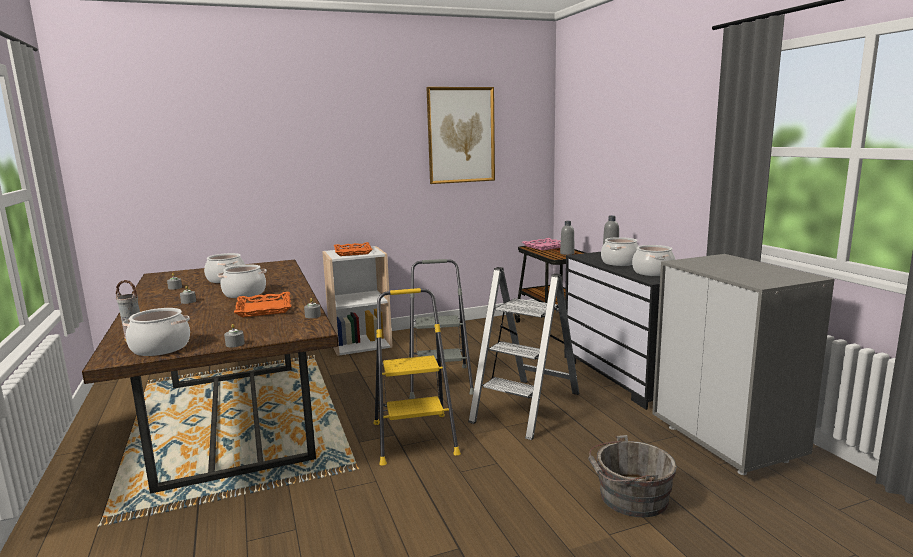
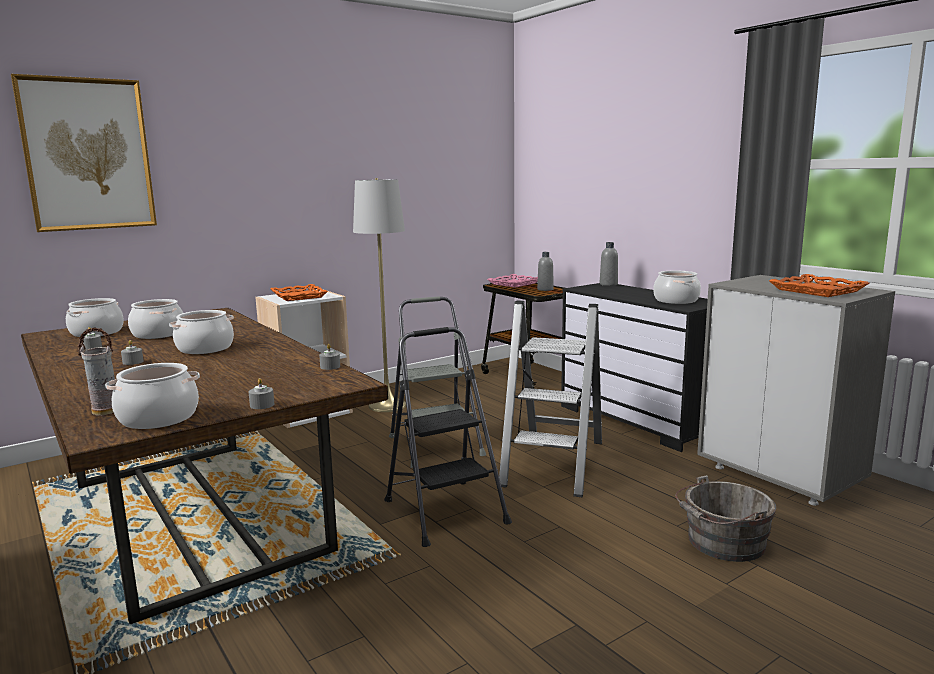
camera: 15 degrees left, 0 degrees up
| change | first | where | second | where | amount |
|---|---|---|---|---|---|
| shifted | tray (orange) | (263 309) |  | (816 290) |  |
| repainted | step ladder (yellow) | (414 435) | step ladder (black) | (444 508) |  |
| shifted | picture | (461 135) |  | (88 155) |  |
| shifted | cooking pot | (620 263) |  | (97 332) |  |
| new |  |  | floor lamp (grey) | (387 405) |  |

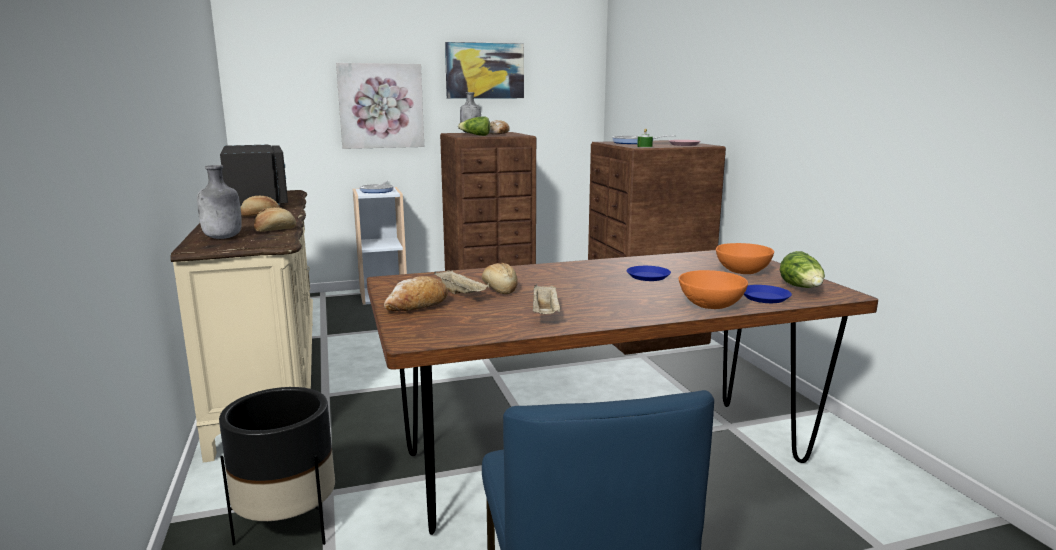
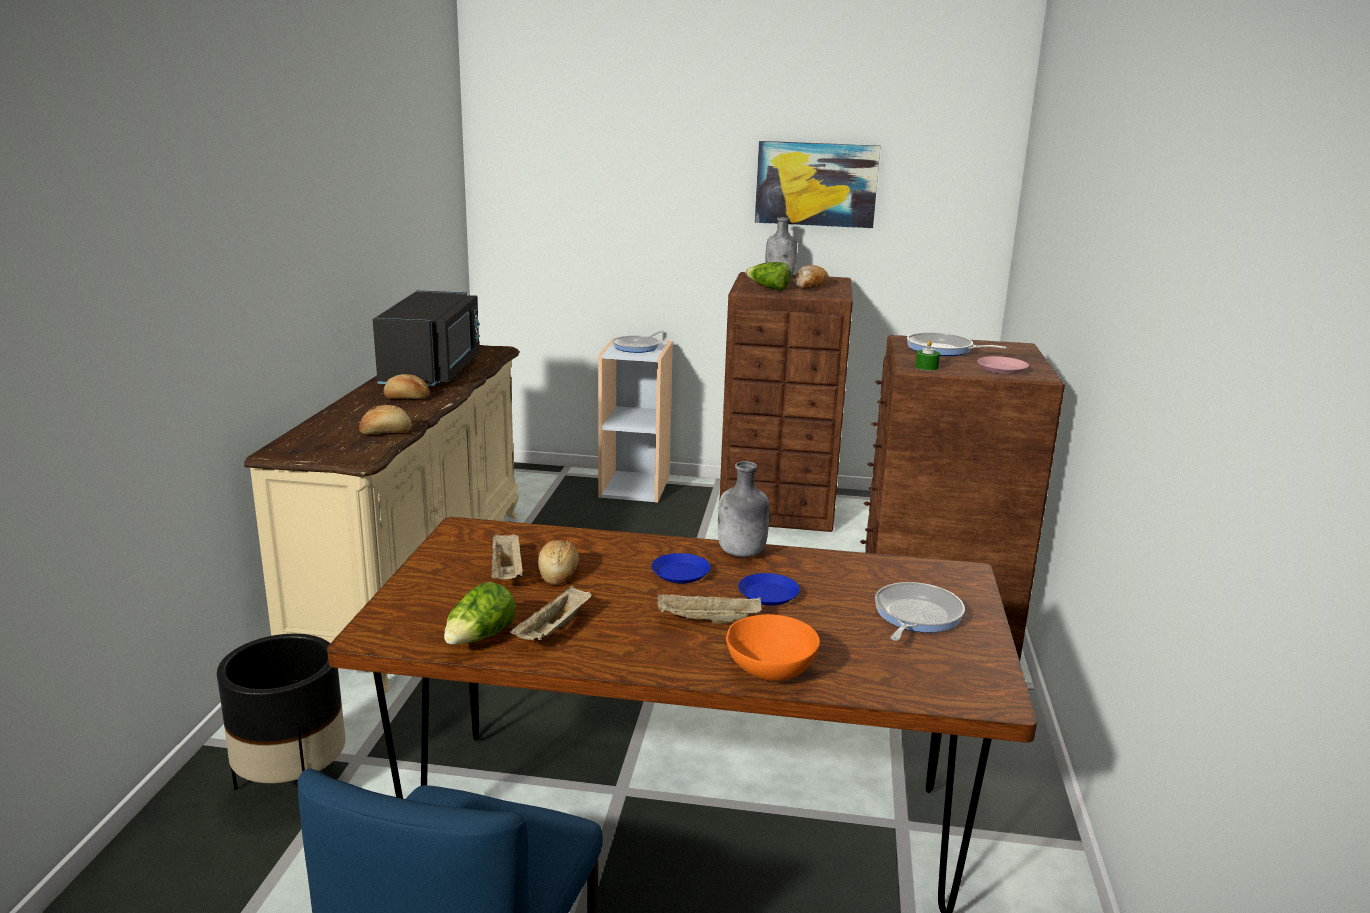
camera: 25 degrees right, 5 degrees up
| change | first | where | second | where | amount |
|---|---|---|---|---|---|
| shifted | bottle (grey) | (223 238) |  | (741 553) |  |
| gone | picture | (381 106) |  |  |  |
| gone | bread | (417 306) |  |  |  |
| swapped | bowl (orange) | (742 271) | frying pan | (915 616) |  |
| shifted | plate (blue) | (764 297) |  | (680 573) |  |
| shifted | lettuce | (802 288) |  | (480 638) |  |
| new |  |  | tray (beige) | (707 621) |  |

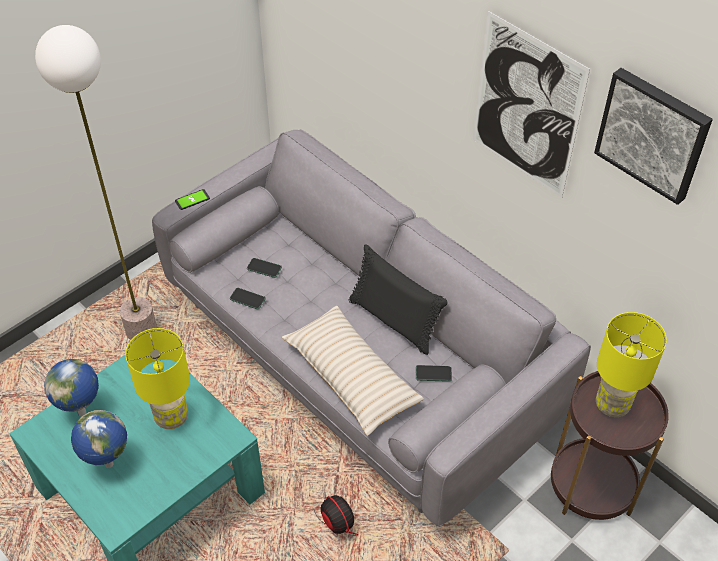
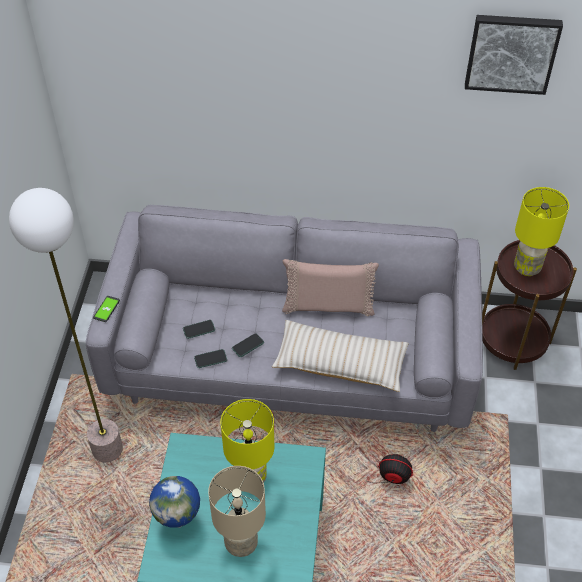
camera: 40 degrees left, 0 degrees up
| change | first | where | second | where | amount |
|---|---|---|---|---|---|
| swapped | globe | (108 465) | table lamp (beige) | (241 544) |  |
| repainted | pillow (black) | (394 320) | pillow (beige) | (328 306) |  |
| shifted | phone | (433 374) |  | (248 345) |  |
| gone | picture | (526 107) |  |  |  |

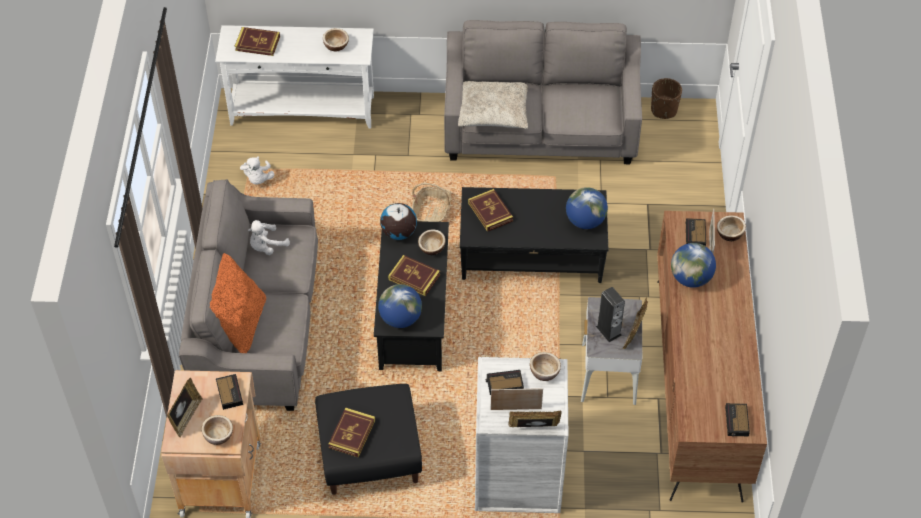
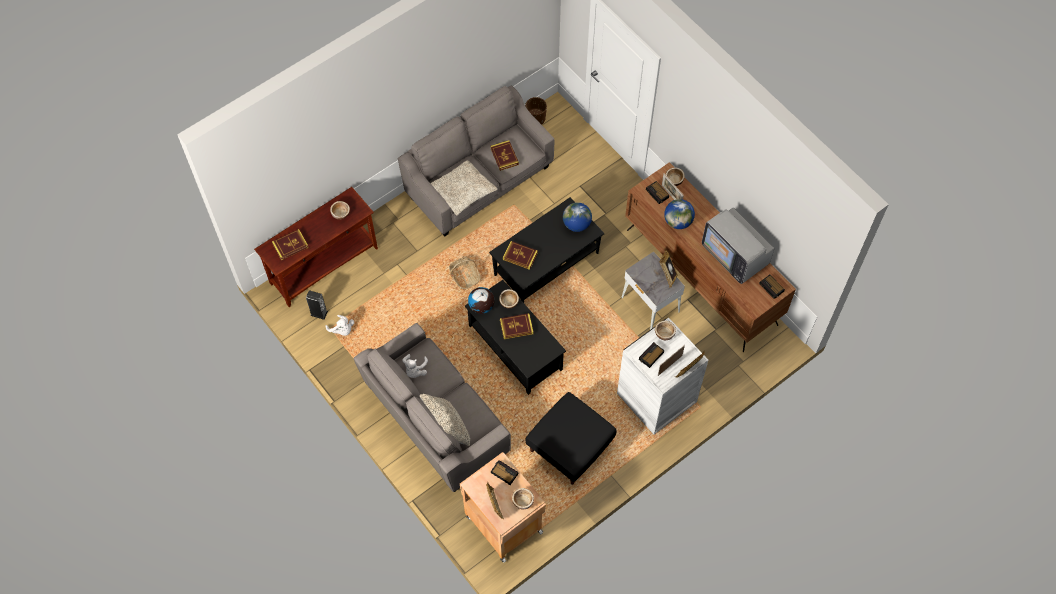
camera: 40 degrees left, 10 degrees up
| change | first | where | second | where | amount |
|---|---|---|---|---|---|
| repainted | pillow (orange) | (239 323) | pillow (beige) | (447 428) |  |
| repainted | console table (white) | (303 109) | console table (brown) | (324 265) |  |
| shifted | book | (352 434) |  | (504 156) |  |
| gone | globe | (400 318) |  |  |  |
| shifted | speaker | (608 330) |  | (319 313) |  |
| new |  |  | television | (734 255) |  |

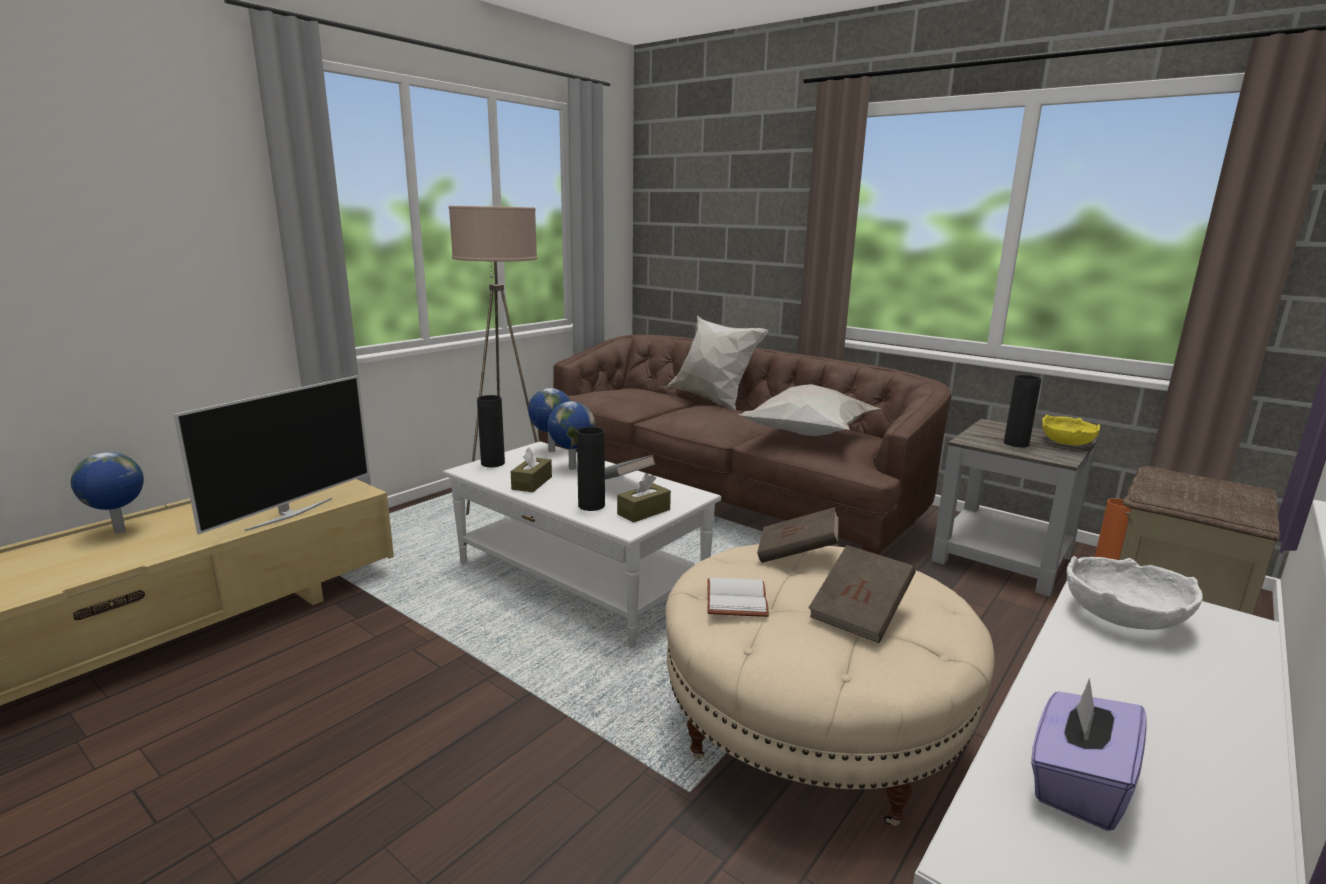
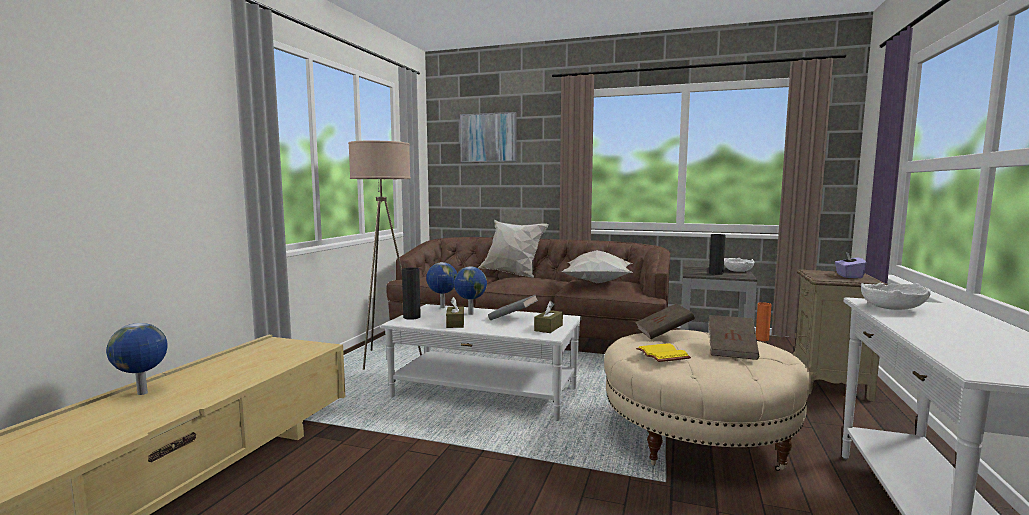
camera: 20 degrees left, 10 degrees down
| change | first | where | second | where | amount |
|---|---|---|---|---|---|
| gone | television | (289 514) |  |  |  |
| gone | vase (black) | (591 505) |  |  |  |
| repainted | book (white) | (738 600) | book (yellow) | (664 355) |  |
| shifted | tissue box (purple) | (1077 783) |  | (848 276) |  |
| repainted | bowl (yellow) | (1067 442) | bowl (white) | (738 271) |  |
| new |  |  | picture | (488 138) |  |

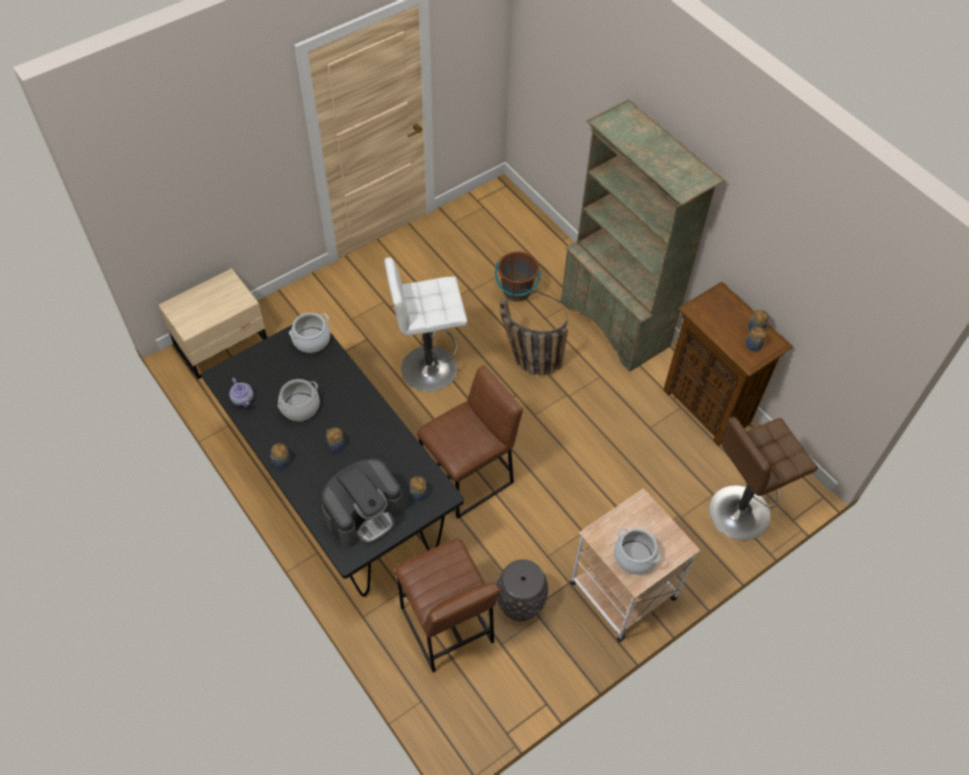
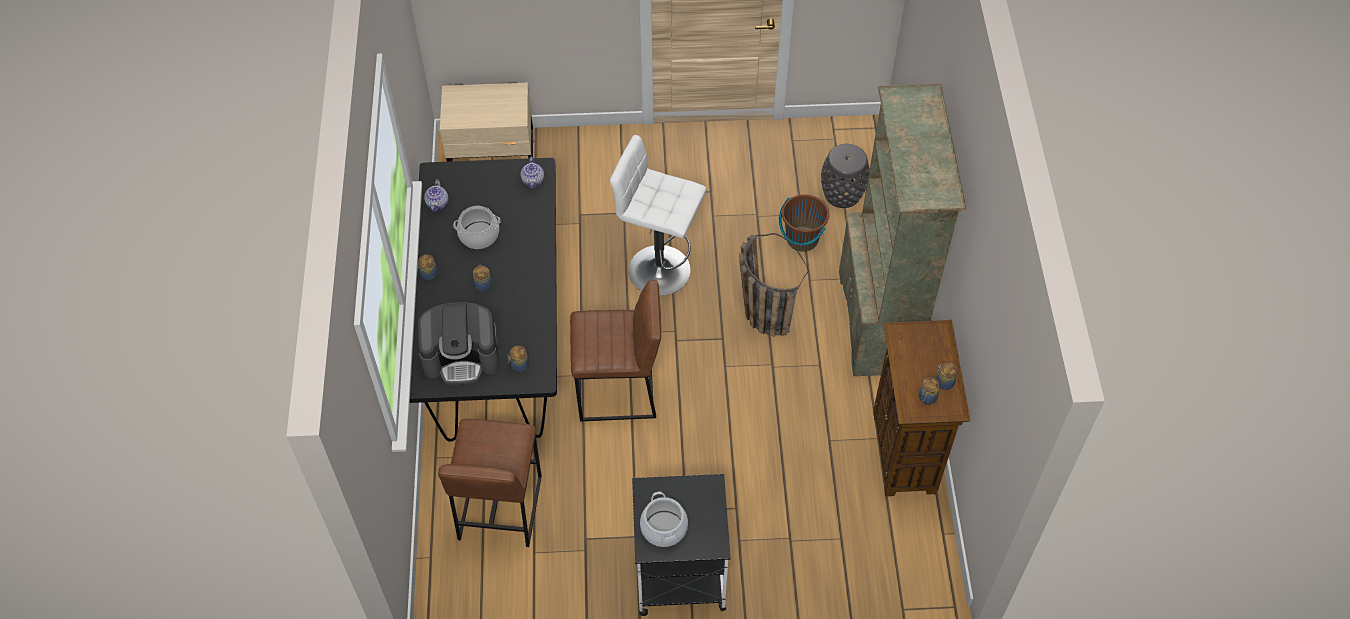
camera: 35 degrees right, 0 degrees up
| change | first | where | second | where | amount |
|---|---|---|---|---|---|
| swapped | cooking pot | (311 340) | teapot | (533 181) |  |
| shifted | stool (grey) | (520 603) |  | (842 194) |  |
| repainted | cart (beige) | (622 592) | cart (black) | (678 574) |  |
| gone | stool (brown) | (738 512) |  |  |  |

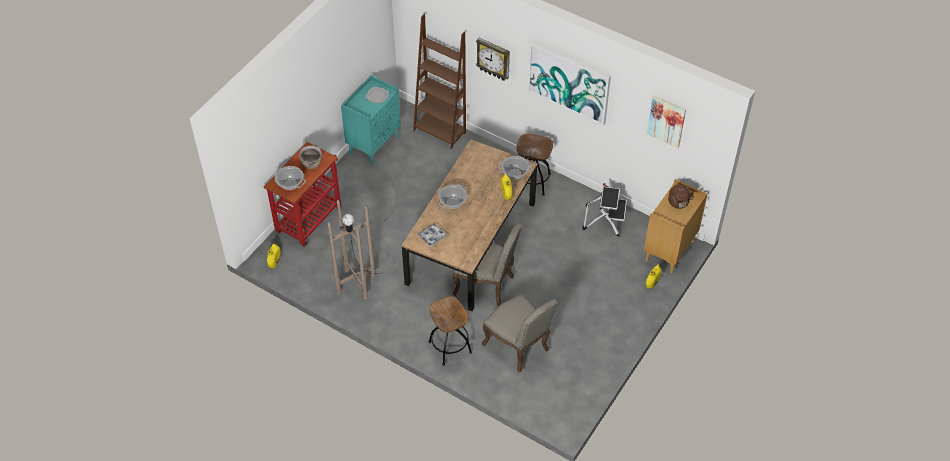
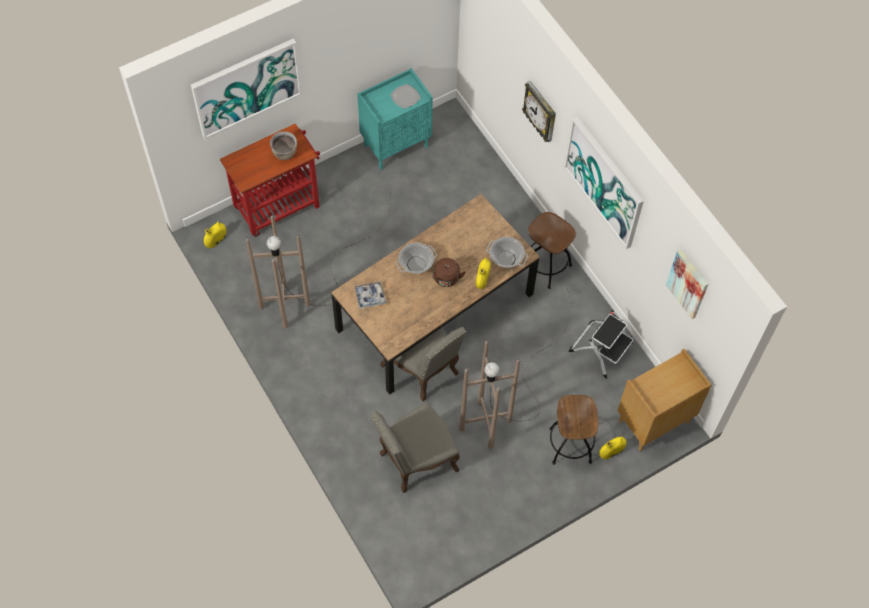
camera: 25 degrees right, 10 degrees up
| change | first | where | second | where | amount |
|---|---|---|---|---|---|
| gone | cooking pot | (290 184) |  |  |  |
| gone | bookcase (brown) | (439 131) |  |  |  |
| shifted | stool (brown) | (450 347) |  | (570 445) |  |
| rotated | chair (grey) | (518 347) |  | (415 460) | 75 degrees clockwise |
| shifted | kettle (brown) | (679 203) |  | (446 279) |  |
| new |  |  | picture | (247 87) |  |
| new |  |  | floor lamp (brown) | (512 396) |  |

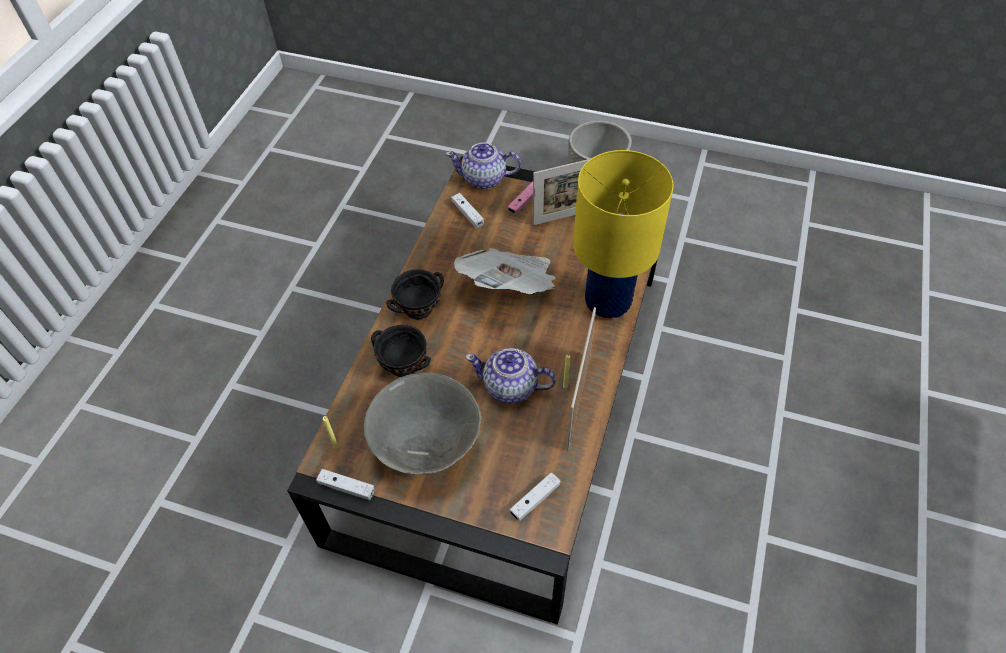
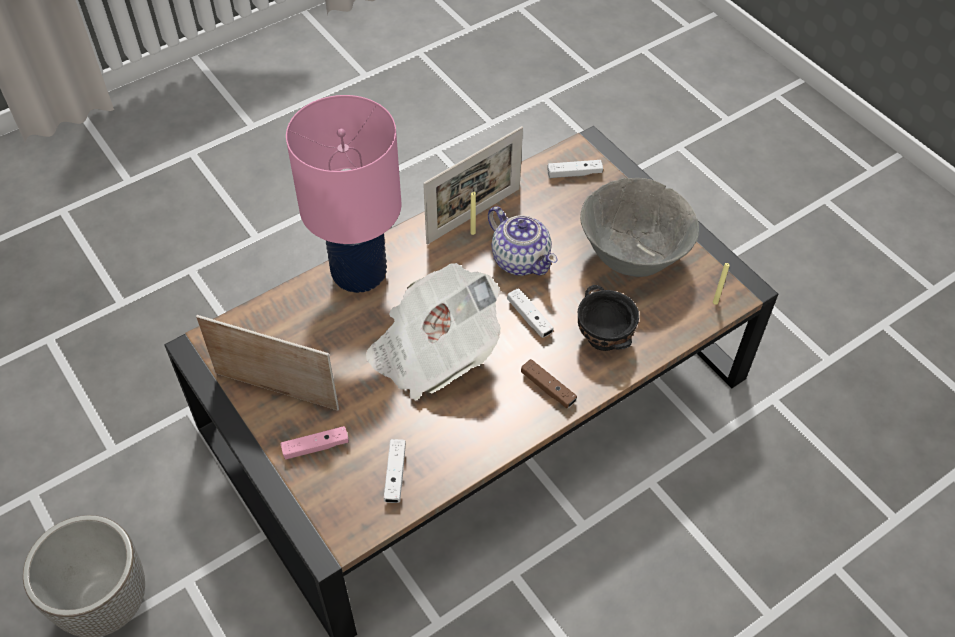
camera: 145 degrees left, 0 degrees up
| change | first | where | second | where | amount |
|---|---|---|---|---|---|
| shifted | game controller (white) | (346 487) |  | (529 318) |  |
| swapped | bowl (black) | (417 308) | game controller (brown) | (548 388) |  |
| gone | teapot | (484 179) |  |  |  |
| repainted | table lamp (yellow) | (607 303) | table lamp (pink) | (359 277) |  |

